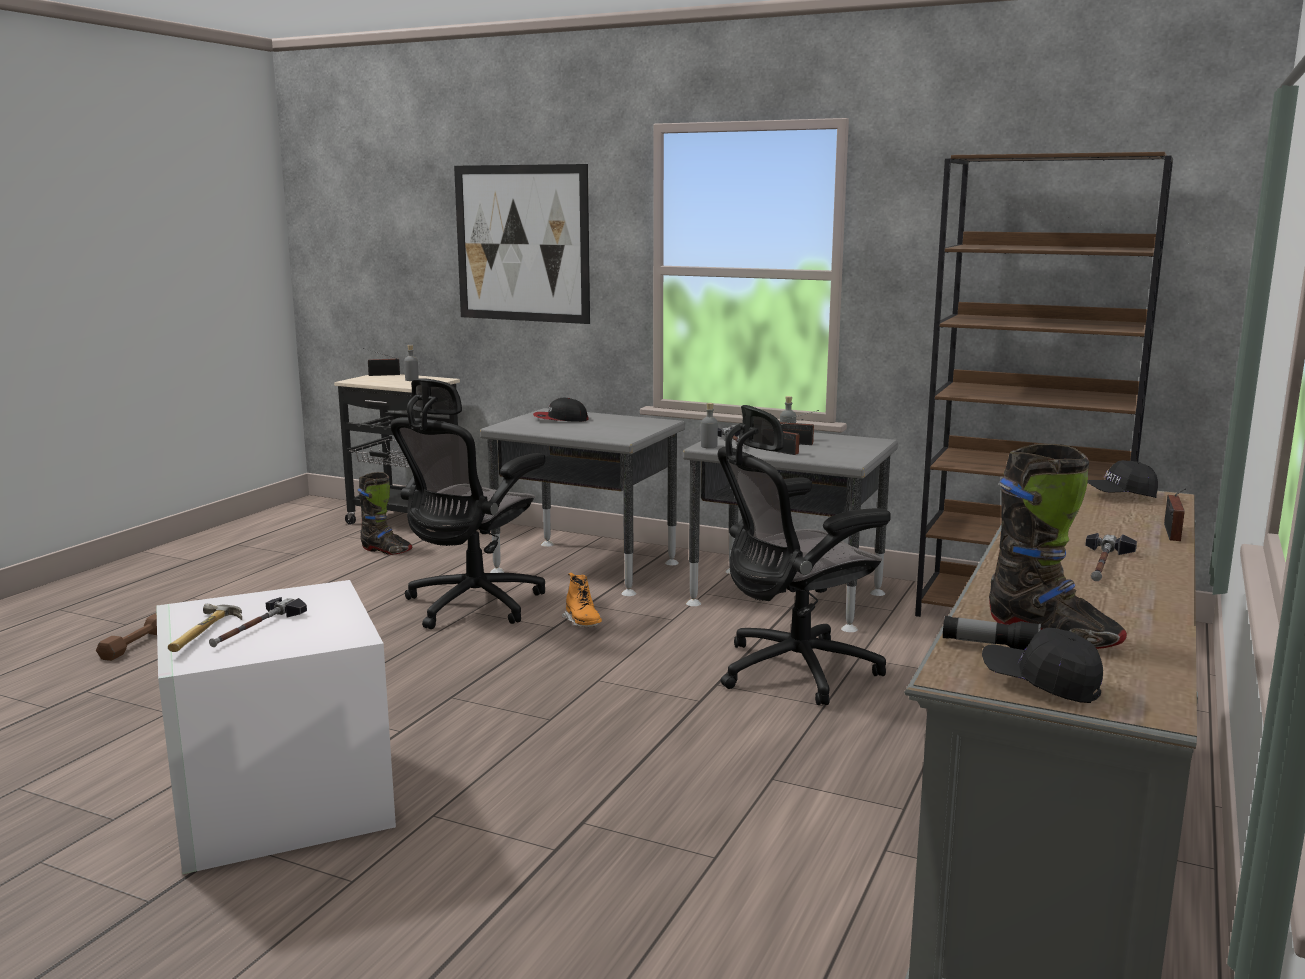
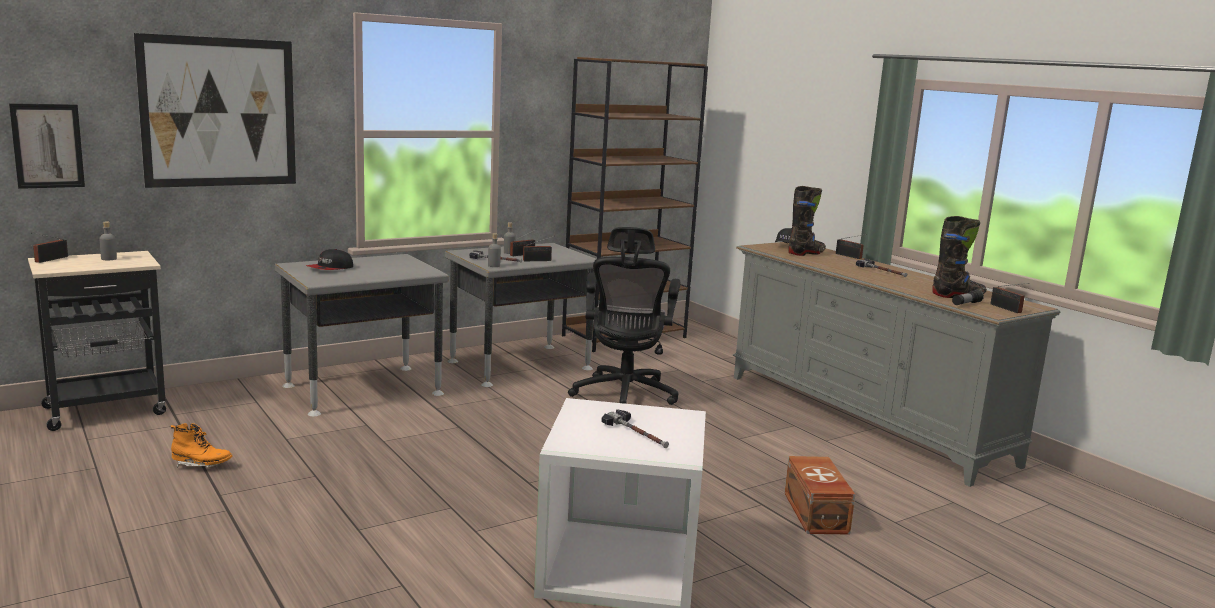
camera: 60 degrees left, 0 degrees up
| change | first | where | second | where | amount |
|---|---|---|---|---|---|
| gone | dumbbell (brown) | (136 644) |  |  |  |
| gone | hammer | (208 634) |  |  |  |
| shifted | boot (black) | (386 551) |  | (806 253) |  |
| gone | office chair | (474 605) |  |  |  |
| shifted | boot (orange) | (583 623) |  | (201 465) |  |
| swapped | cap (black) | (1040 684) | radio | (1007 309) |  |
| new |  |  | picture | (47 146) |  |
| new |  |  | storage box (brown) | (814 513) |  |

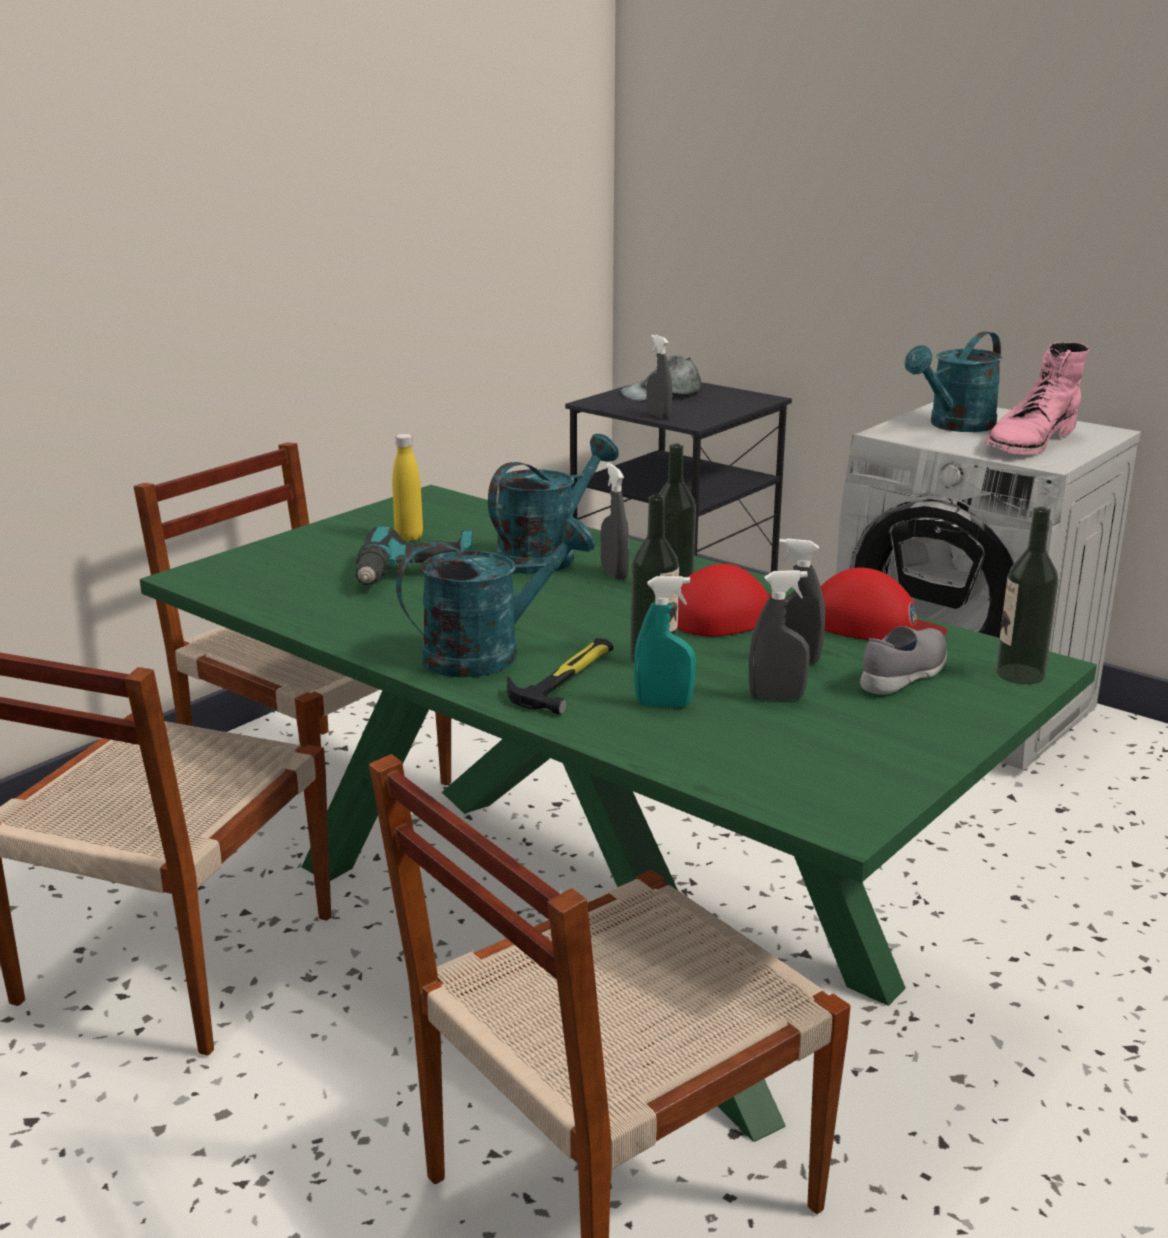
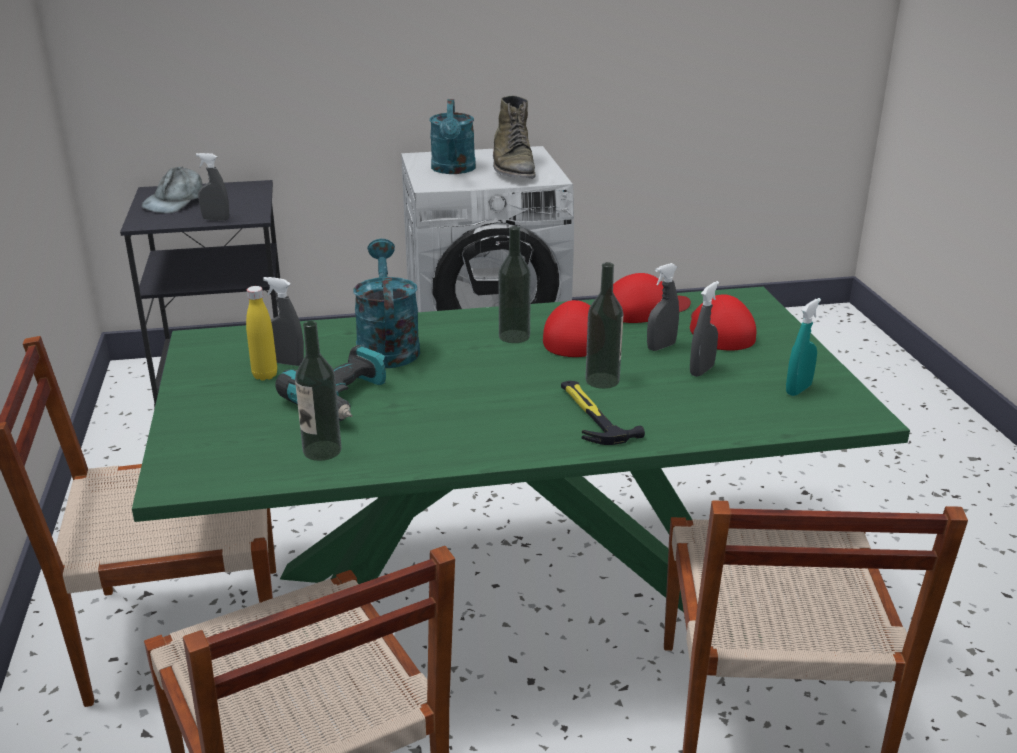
camera: 50 degrees left, 5 degrees up
| change | first | where | second | where | amount |
|---|---|---|---|---|---|
| gone | watering can (turquoise) | (488 653) |  |  |  |
| shifted | spray bottle (grey) | (614 574) |  | (287 363) |  |
| shifted | spray bottle (turquoise) | (663 704) |  | (798 390) |  |
| swapped | shoe (grey) | (905 676) | cap (red) | (719 330) |  |
| repainted | boot (pink) | (1029 441) | boot (green) | (513 168) |  |
| shifted | bottle | (1020 674) |  | (322 450) |  |

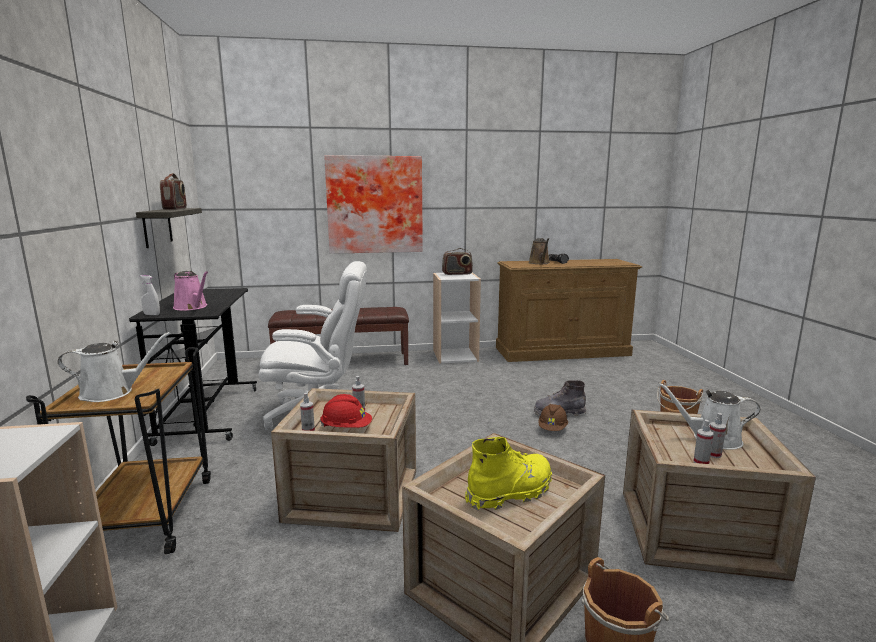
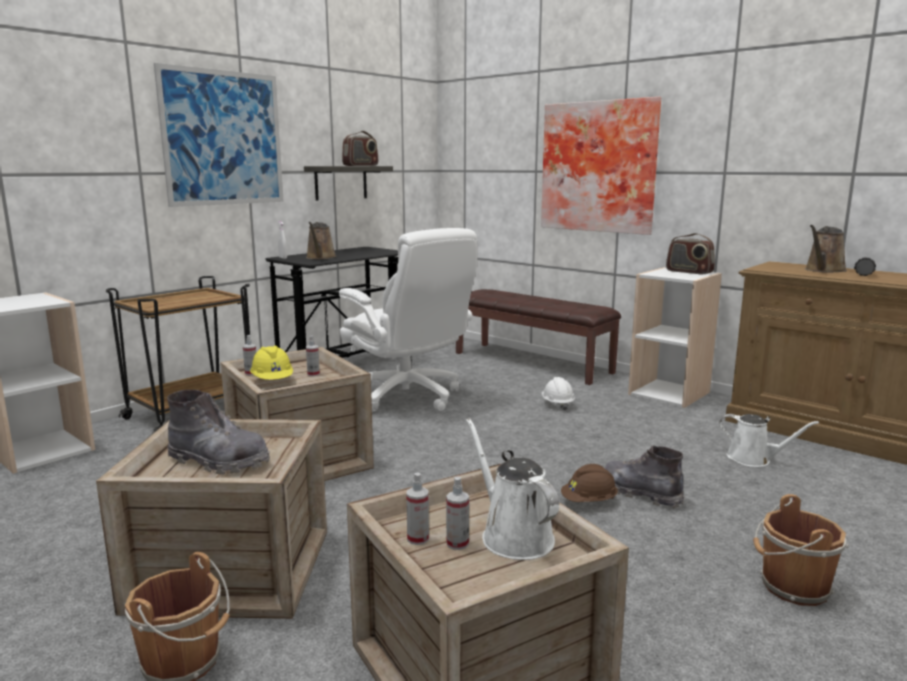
camera: 50 degrees right, 0 degrees up
| change | first | where | second | where | amount |
|---|---|---|---|---|---|
| shifted | watering can (white) | (112 392) |  | (753 459) |  |
| repainted | watering can (pink) | (192 307) | watering can (brown) | (320 257) |  |
| repainted | hard hat (red) | (346 428) | hard hat (yellow) | (272 381) |  |
| repainted | boot (yellow) | (510 493) | boot (grey) | (218 461) |  |
| new |  |  | picture | (223 138) |  |
| new |  |  | hard hat (white) | (557 404) |  |

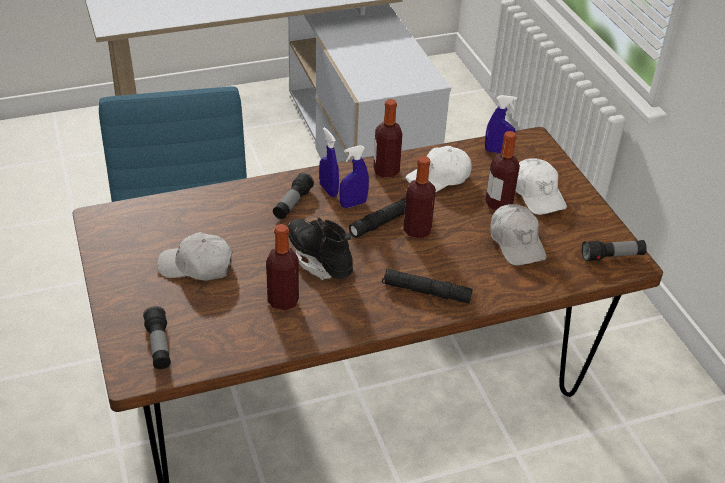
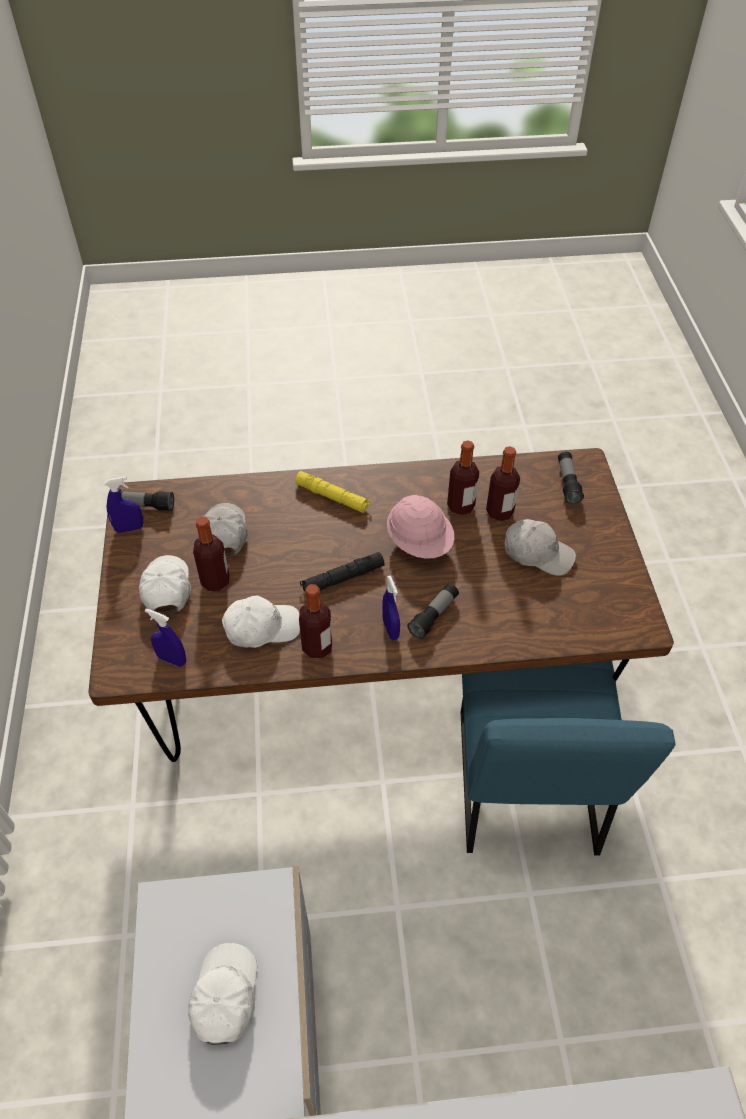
camera: 165 degrees left, 10 degrees up
| change | first | where | second | where | amount |
|---|---|---|---|---|---|
| swapped | boot (black) | (319 260) | hard hat (pink) | (420 542) |  |
| shifted | spray bottle (blue) | (353 204) |  | (129 528) |  |
| repainted | flashlight (black) | (426 292) | flashlight (yellow) | (332 497) |  |
| shifted | bottle | (417 231) |  | (499 512) |  |
| new |  |  | cap (white) | (224 996) |  |

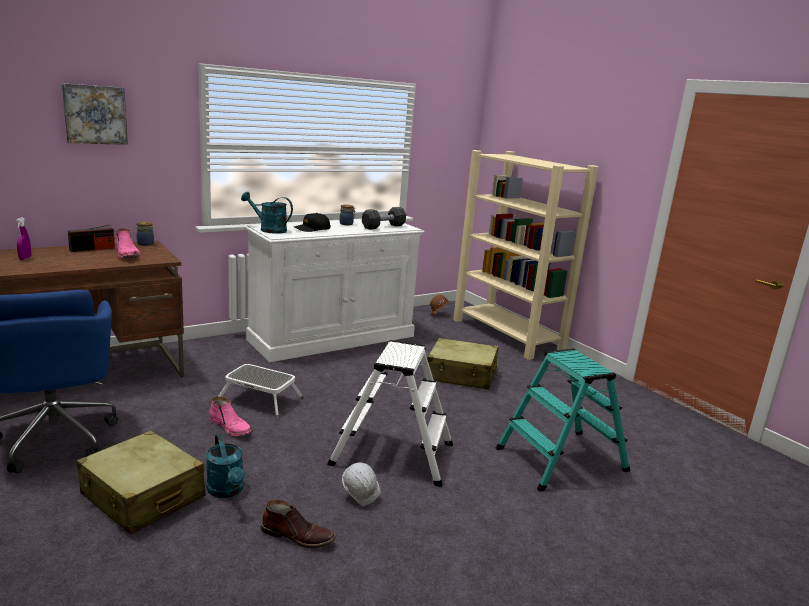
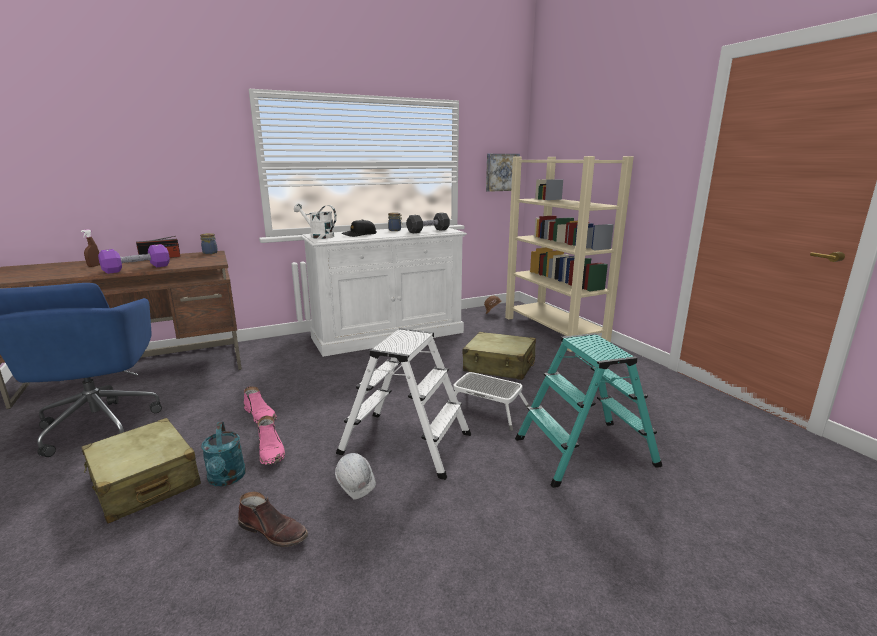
camera: 10 degrees right, 0 degrees up
| change | first | where | second | where | amount |
|---|---|---|---|---|---|
| repainted | spray bottle (purple) | (25 258) | spray bottle (brown) | (94 266) |  |
| shifted | picture | (95 114) |  | (501 172) |  |
| shifted | boot (pink) | (127 255) |  | (271 451) |  |
| shifted | step ladder (grey) | (260 400) |  | (486 409) |  |
| repainted | watering can (turquoise) | (268 229) | watering can (white) | (318 236) |  |
| new |  |  | dumbbell (purple) | (137 269) |  |

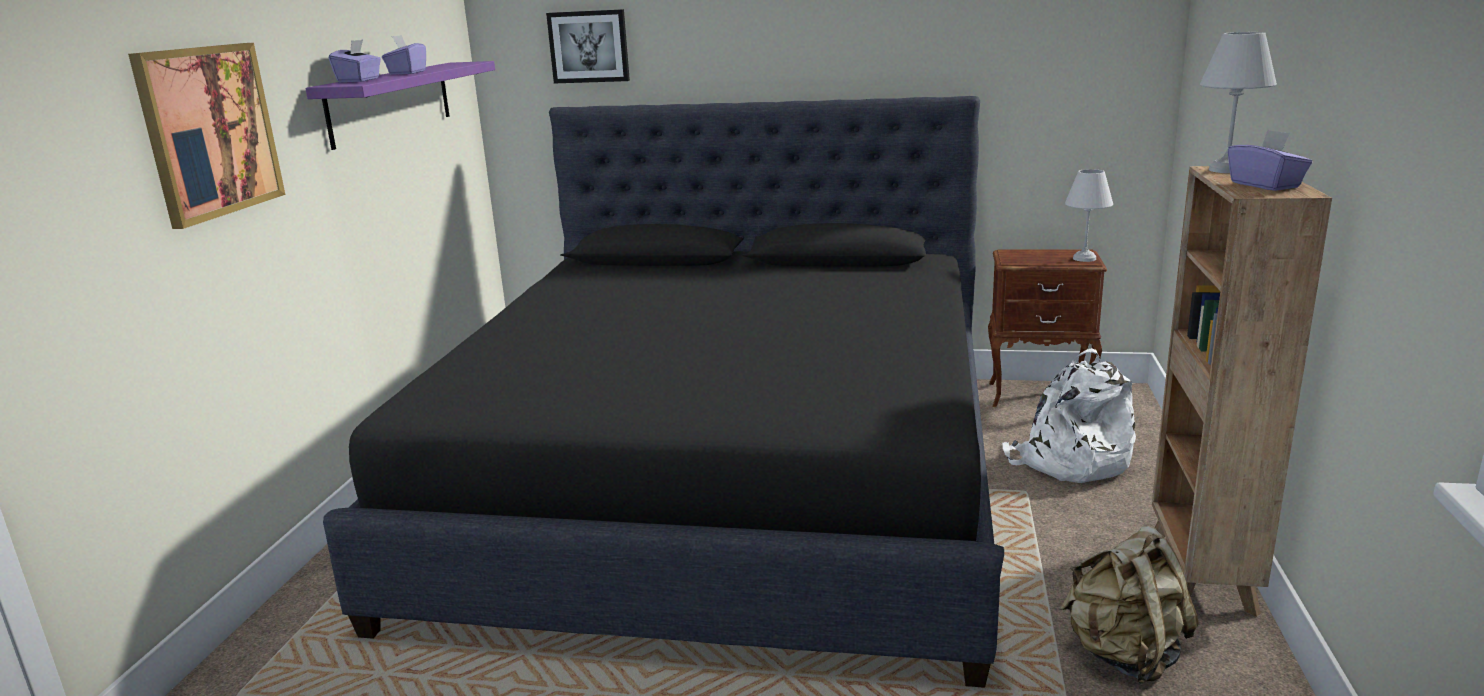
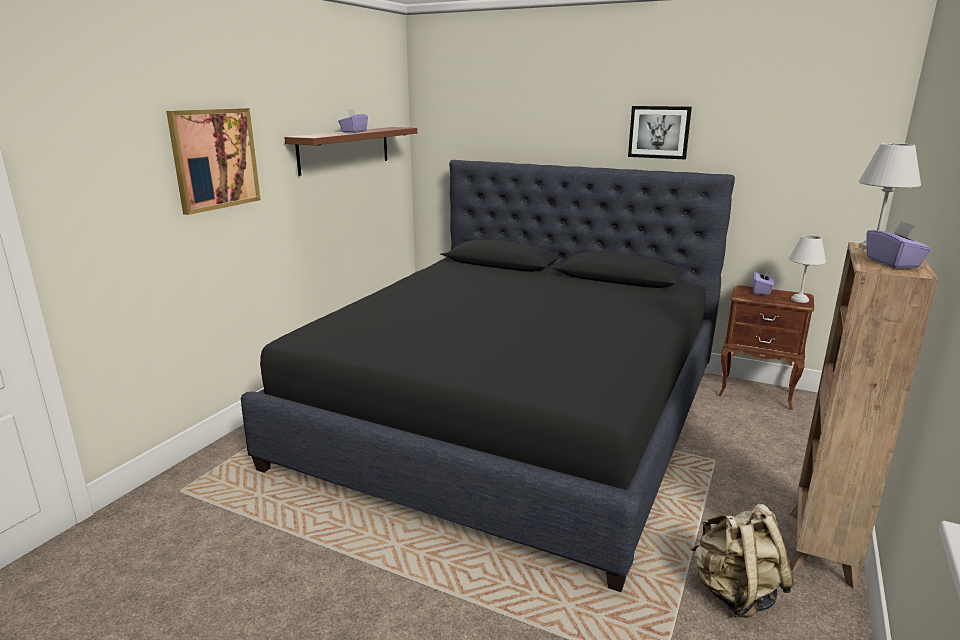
camera: 15 degrees right, 0 degrees up
| change | first | where | second | where | amount |
|---|---|---|---|---|---|
| repainted | shelf (purple) | (391 102) | shelf (brown) | (345 149) |  |
| shifted | tissue box (purple) | (359 80) |  | (761 291) |  |
| shifted | picture | (589 46) |  | (659 132) |  |
| gone | backpack (white) | (1069 462) |  |  |  |

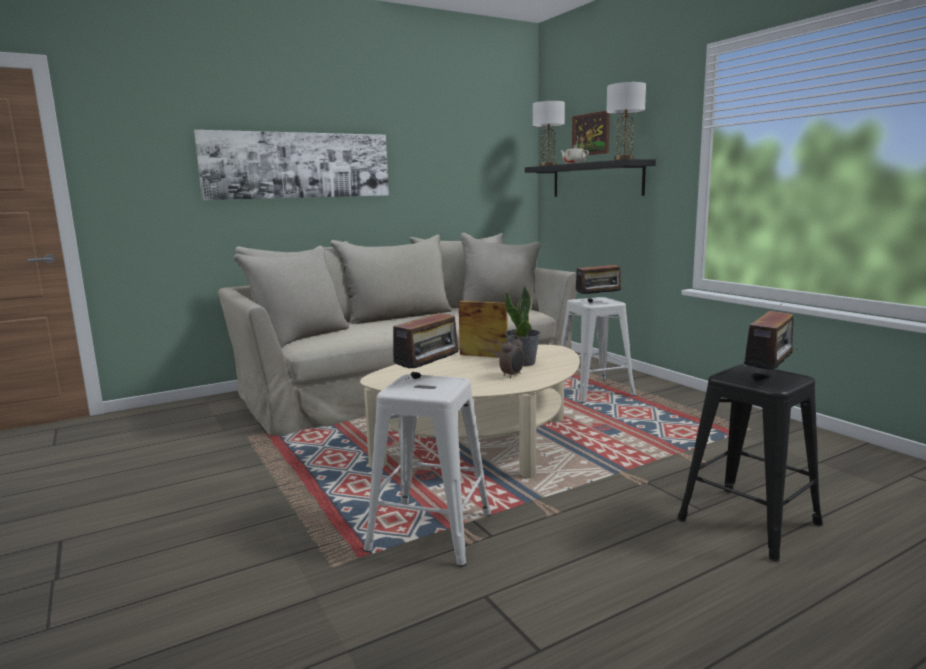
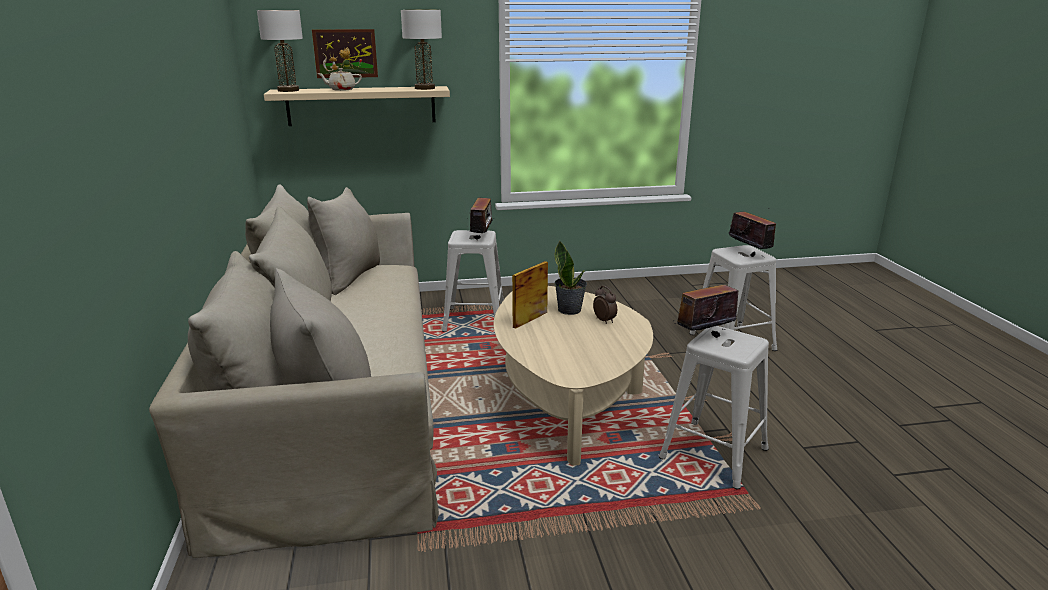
camera: 70 degrees left, 10 degrees up
| change | first | where | second | where | amount |
|---|---|---|---|---|---|
| gone | picture | (298 165) |  |  |  |
| rotated | radio | (429 377) |  | (703 337) | 90 degrees counterclockwise |
| repainted | shelf (black) | (596 180) | shelf (beige) | (361 106) |  |
| repainted | stool (black) | (748 521) | stool (white) | (732 342) |  |

